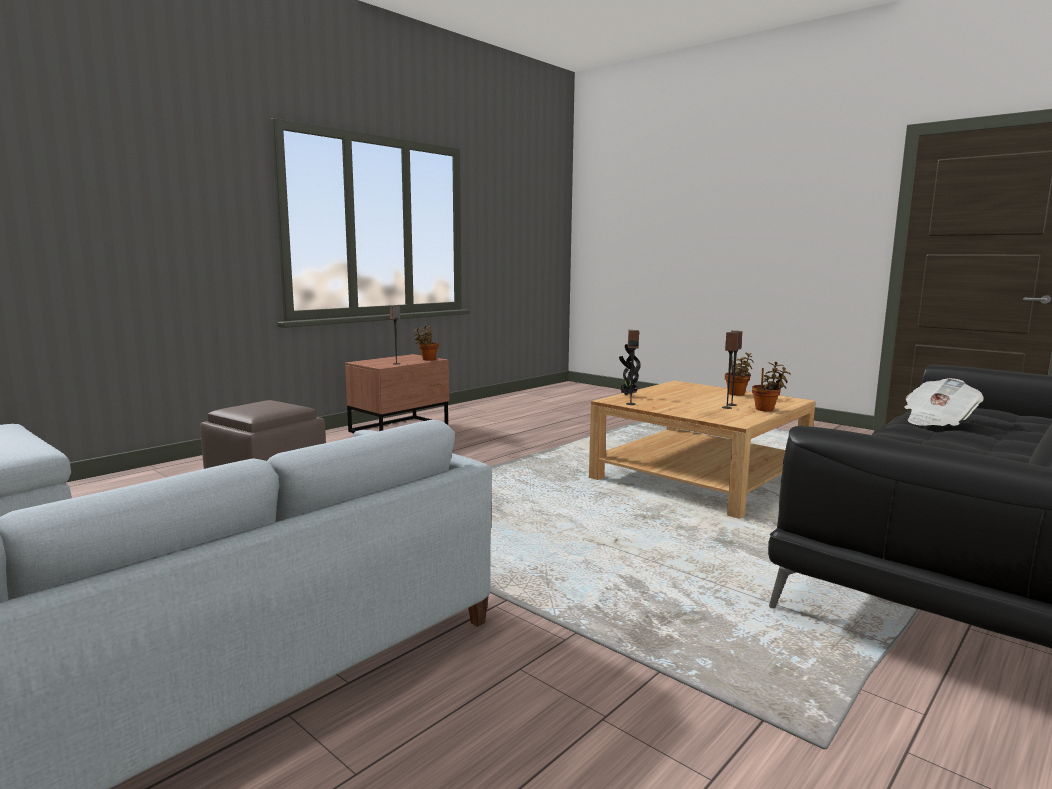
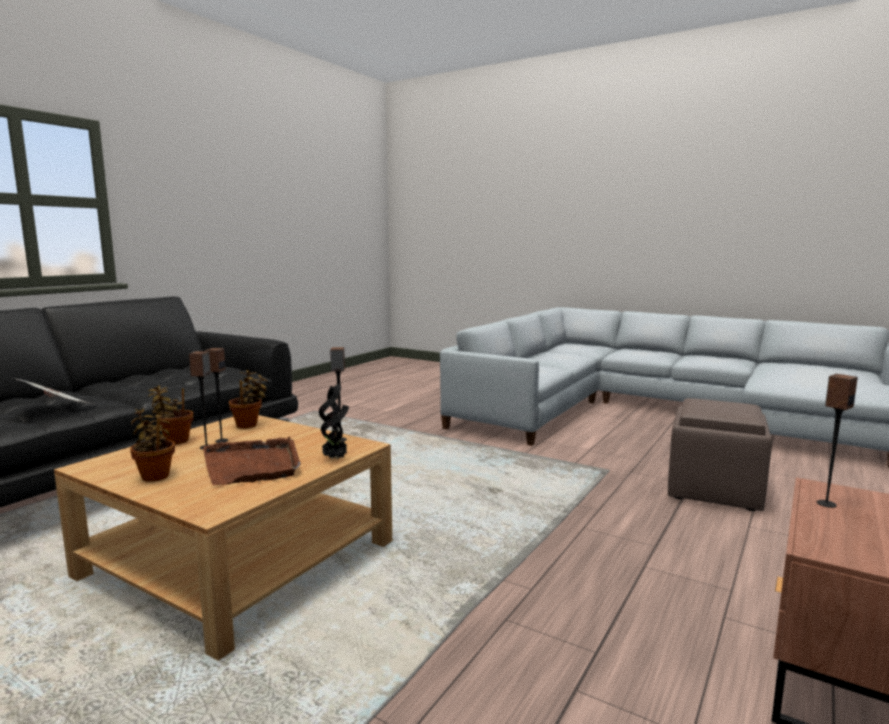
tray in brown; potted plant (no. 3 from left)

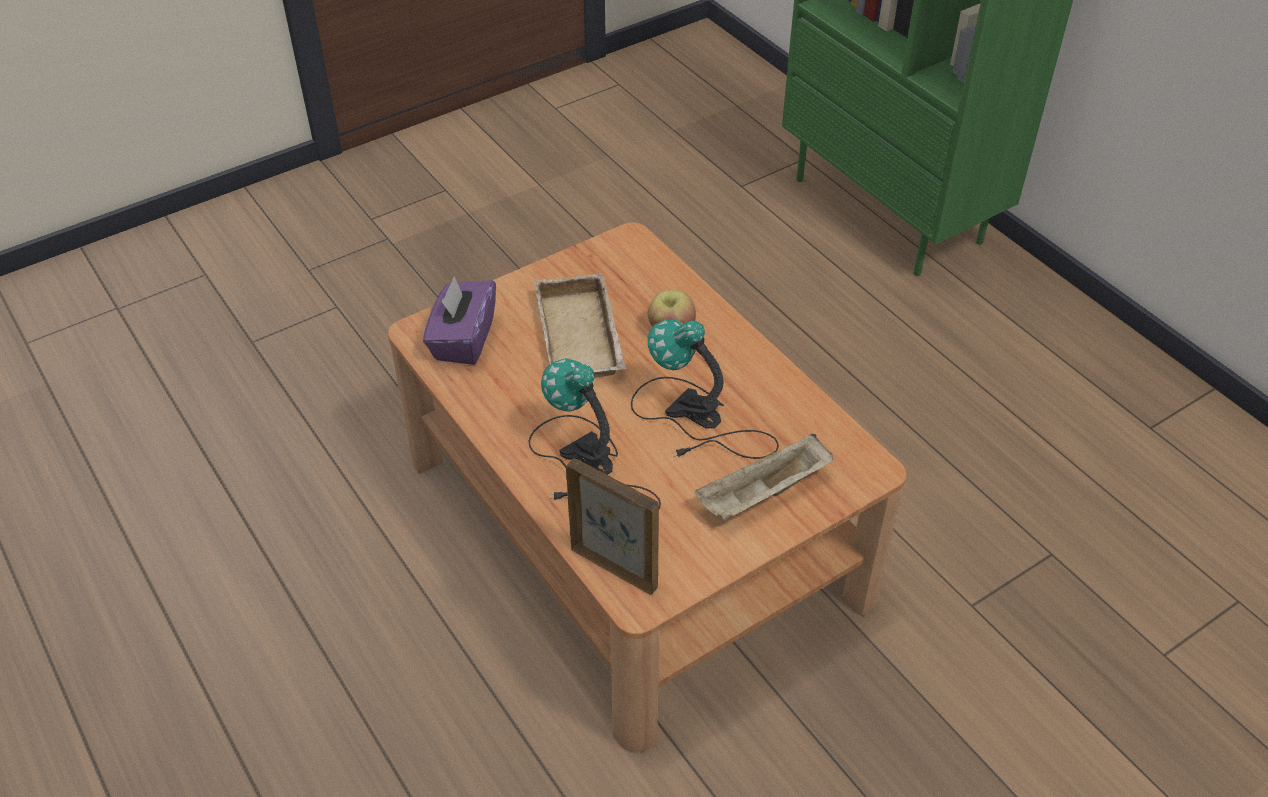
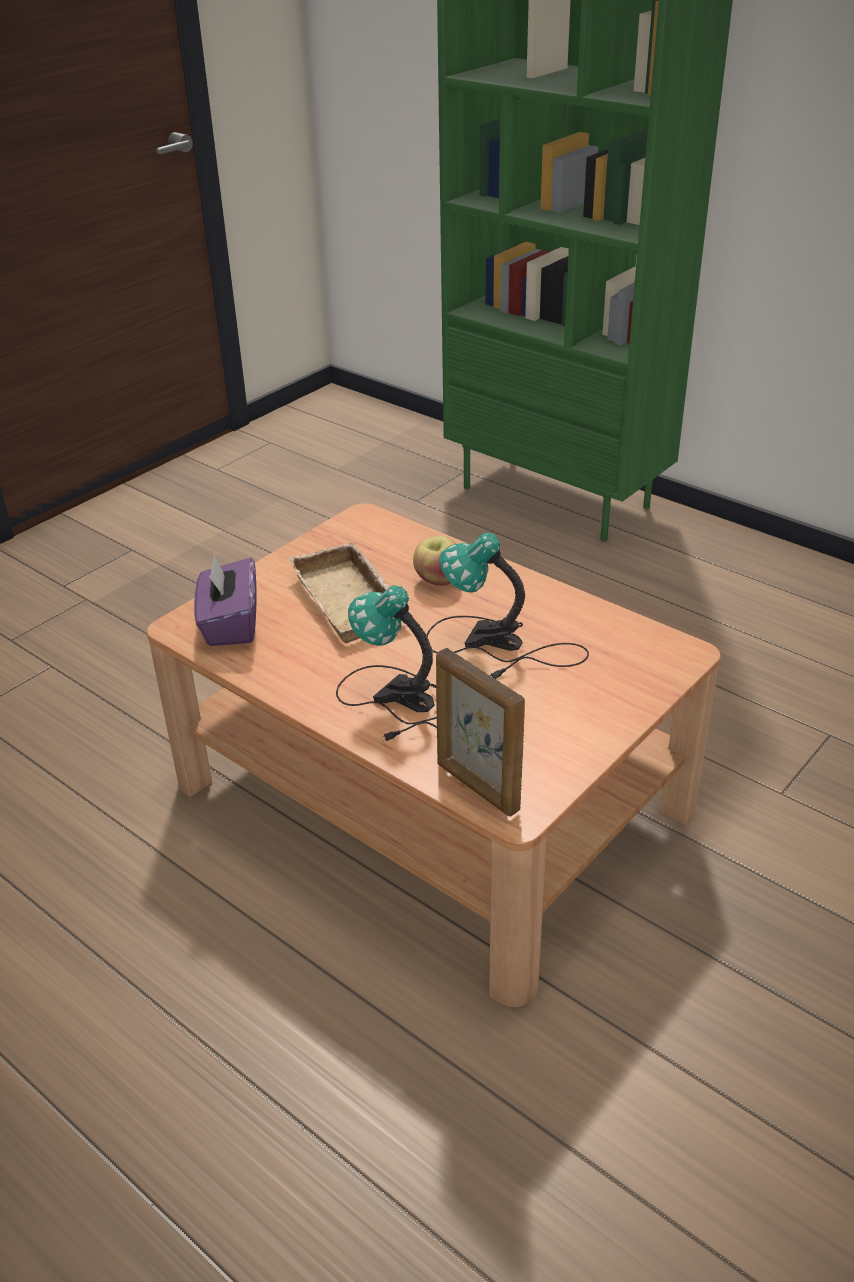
tray in beige (no. 2 from left in the first image); picture frame

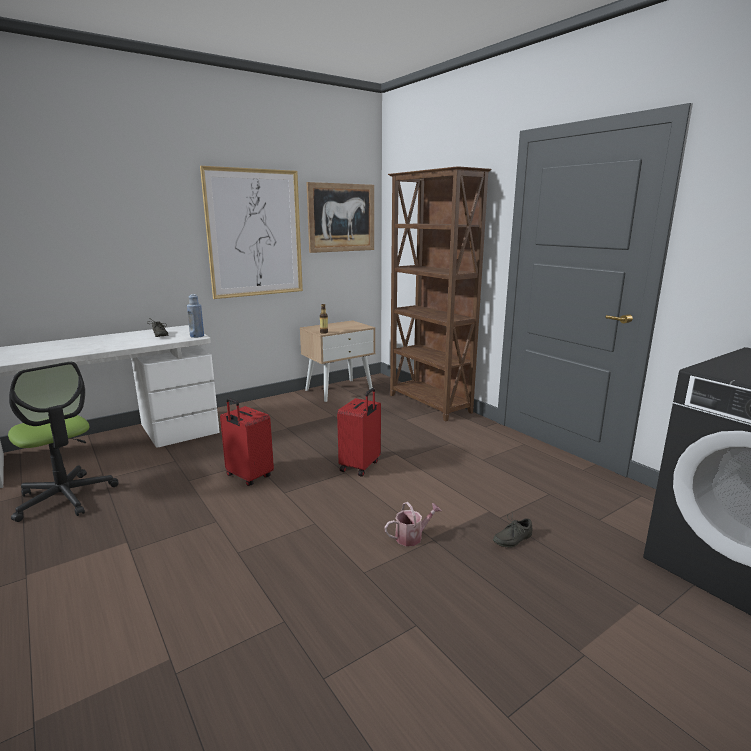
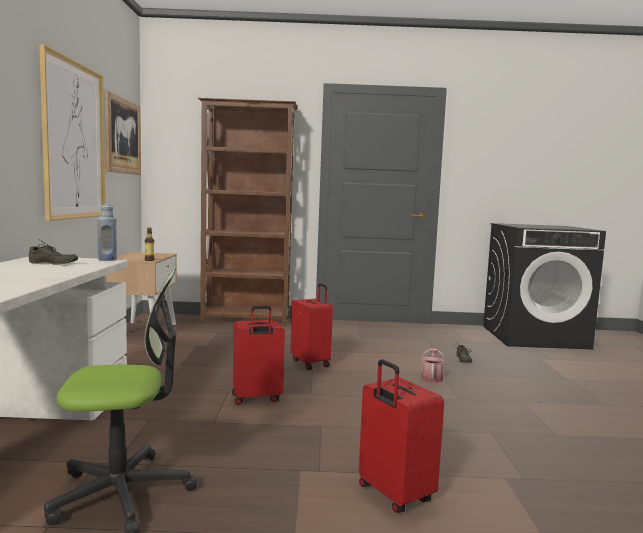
suitcase in red (no. 3 from left)

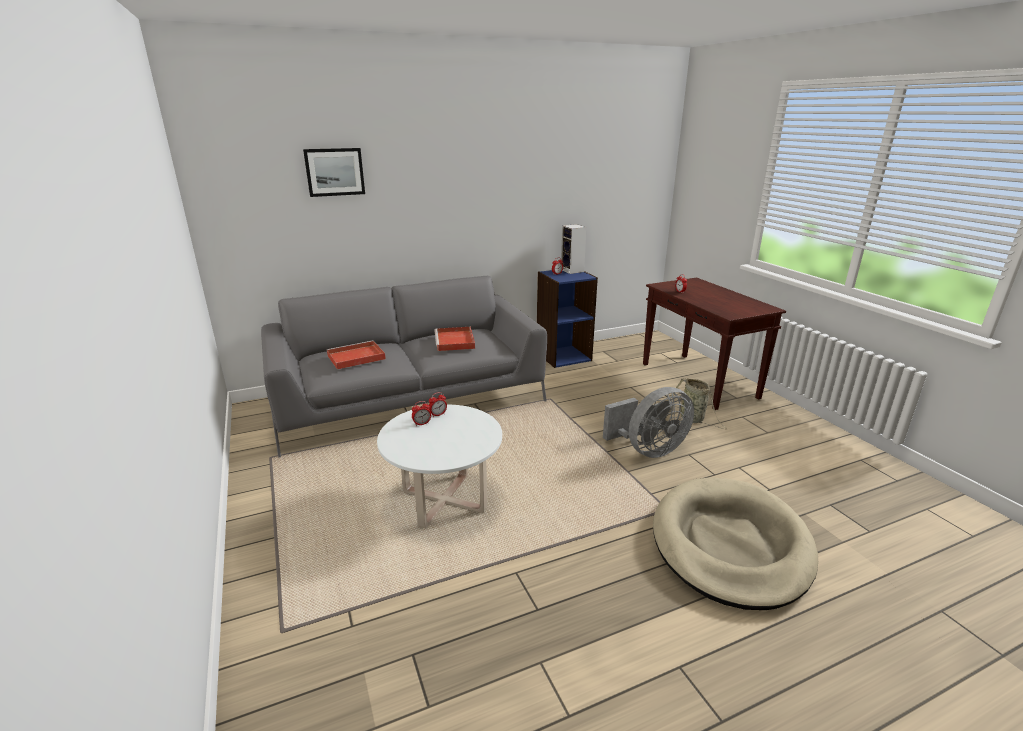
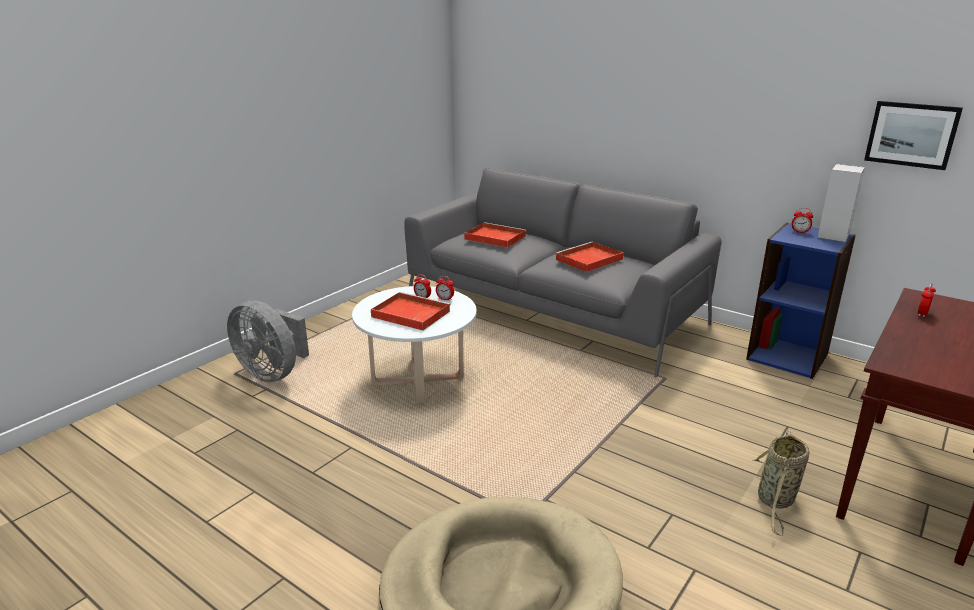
tray in red (no. 1 from left); picture; fan in grey

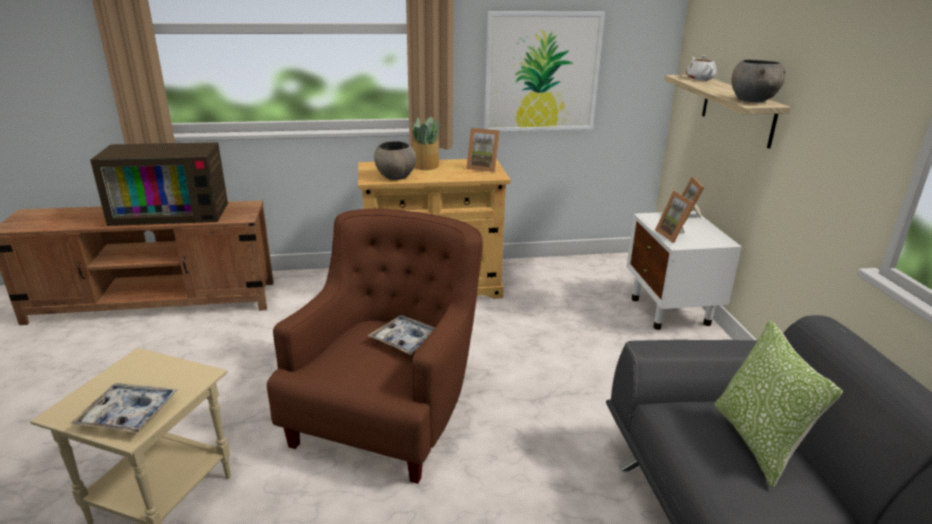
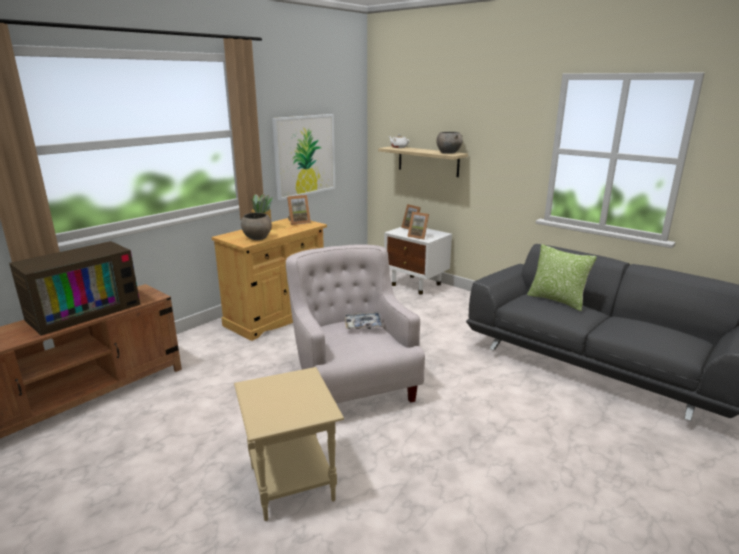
tray (no. 1 from left in the first image); armchair in white

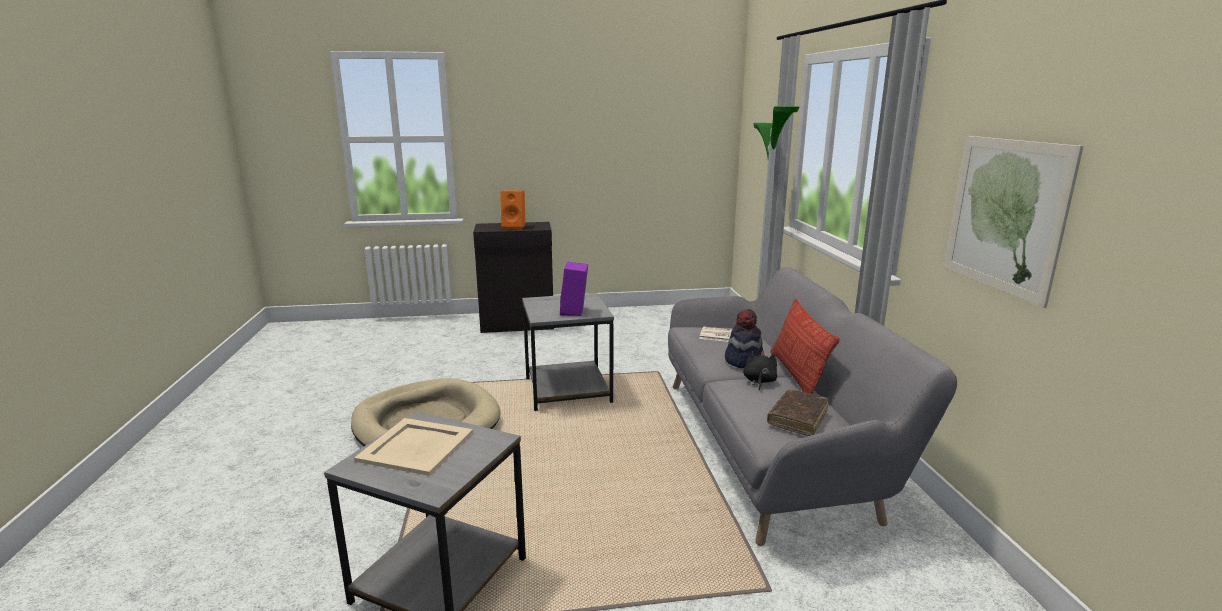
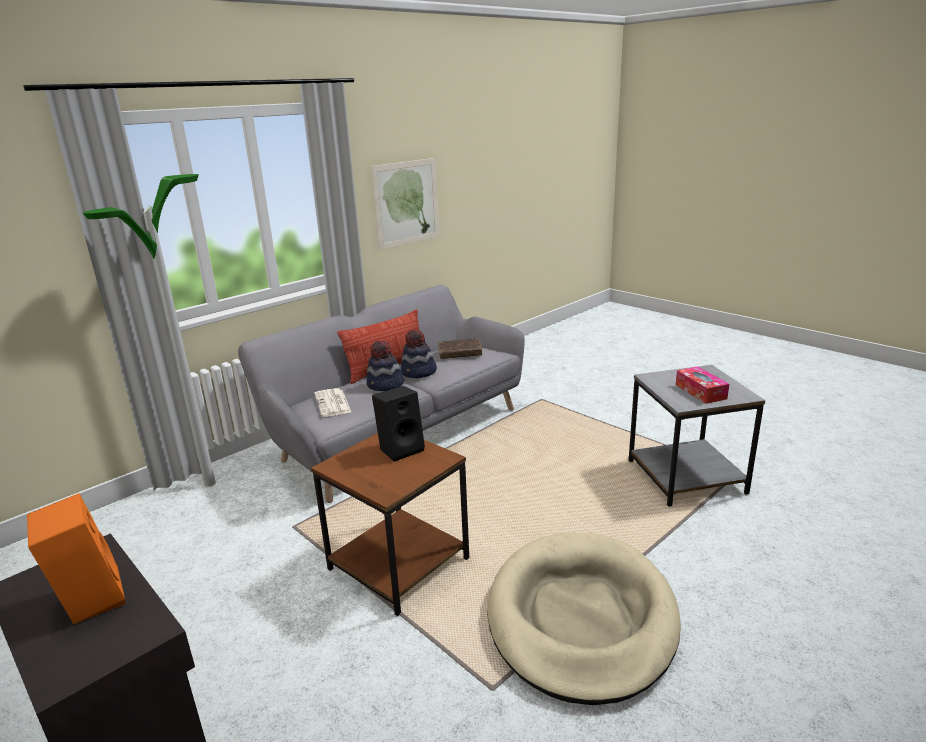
tissue box; hat (no. 2 from left); side table in brown; speaker in black

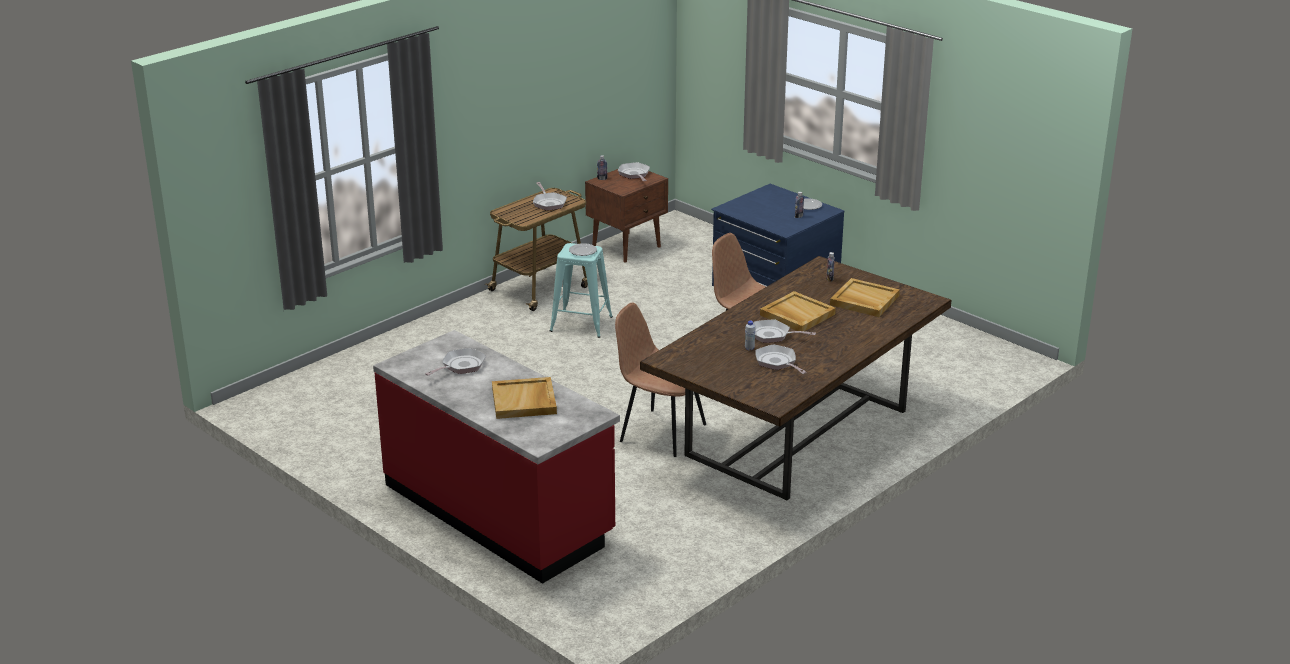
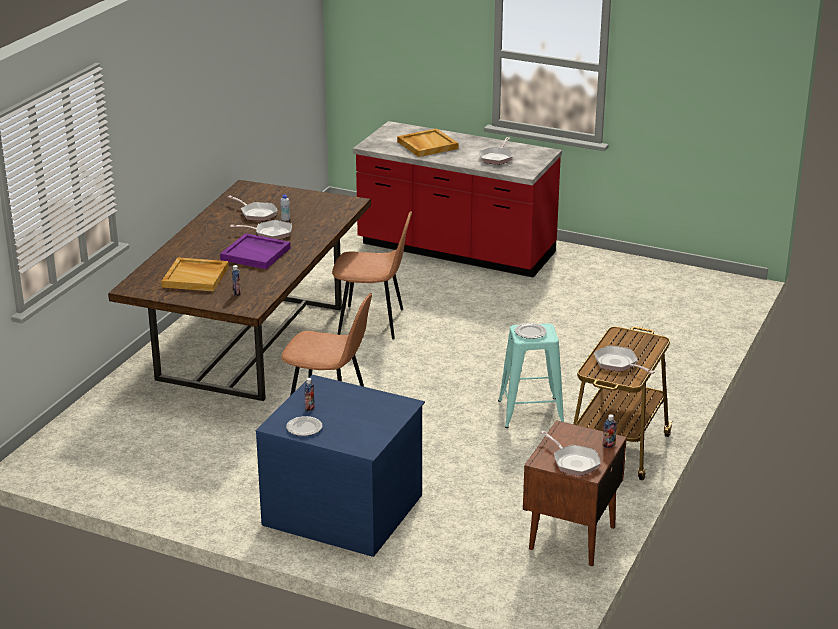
tray in purple

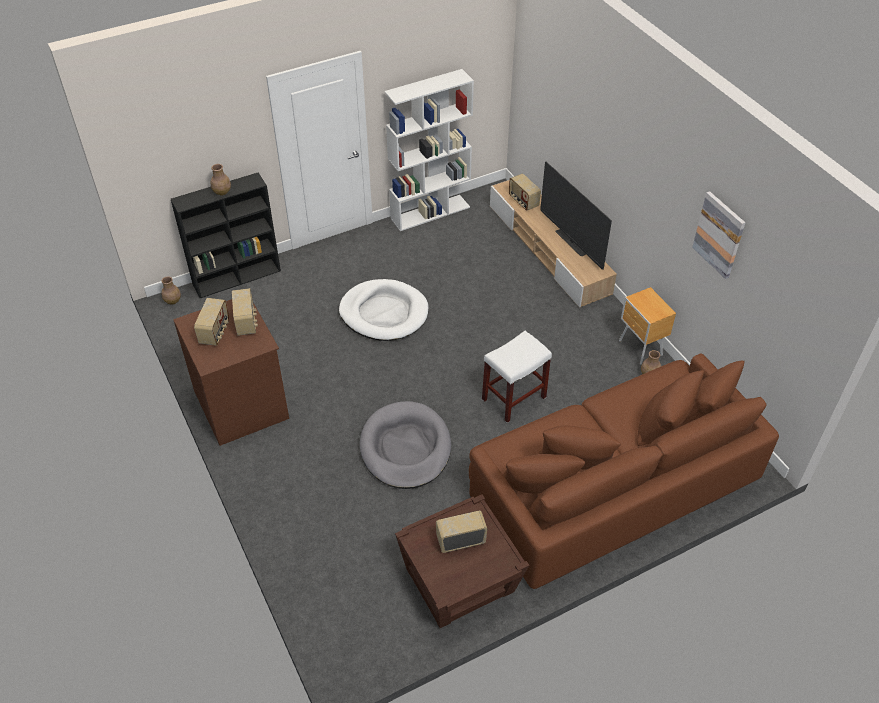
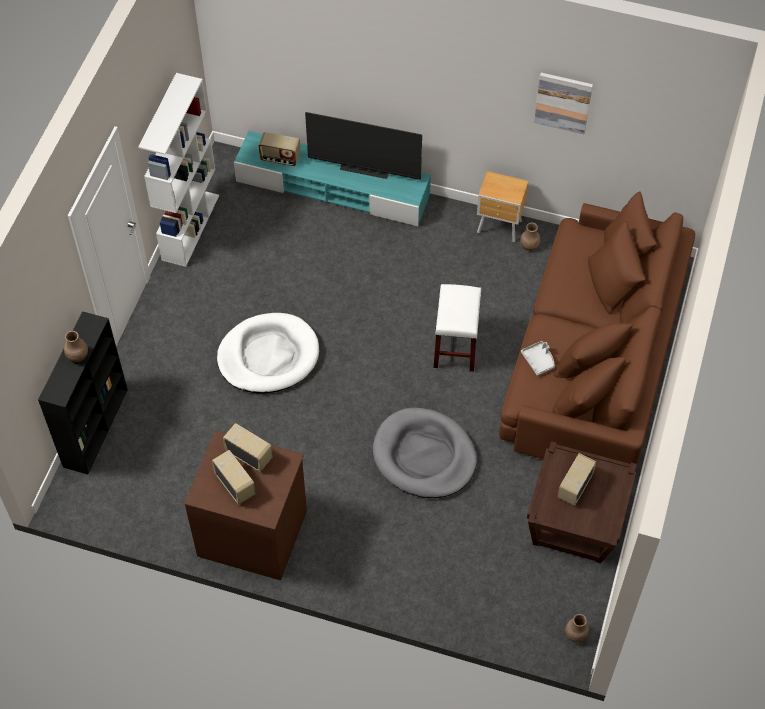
tray in grey; vase in brown (no. 3 from left); tv stand in turquoise

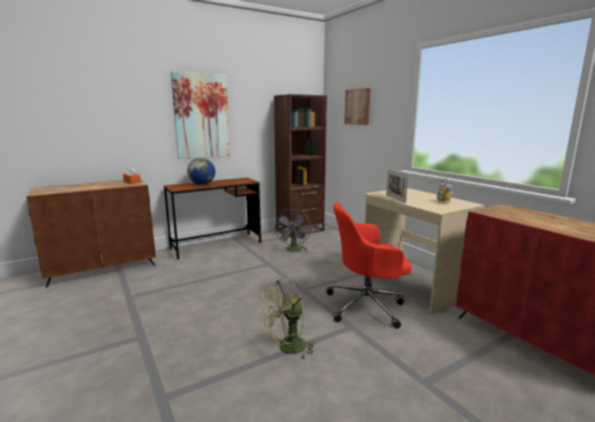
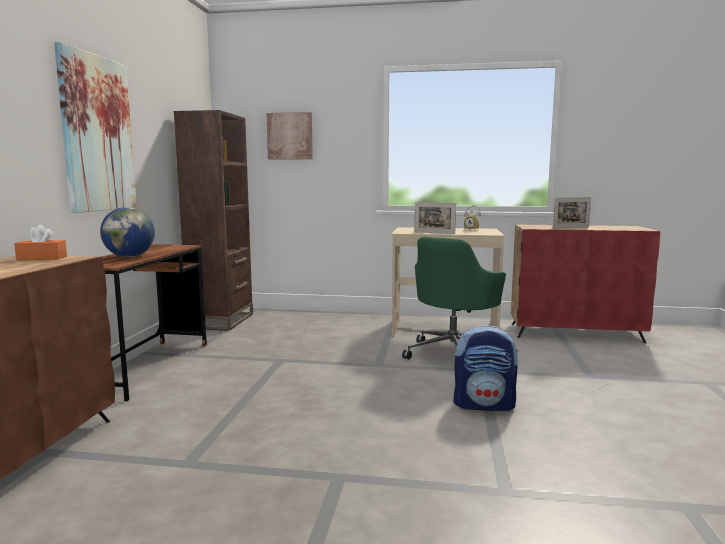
fan in grey; picture frame (no. 2 from left); backpack; office chair in green

